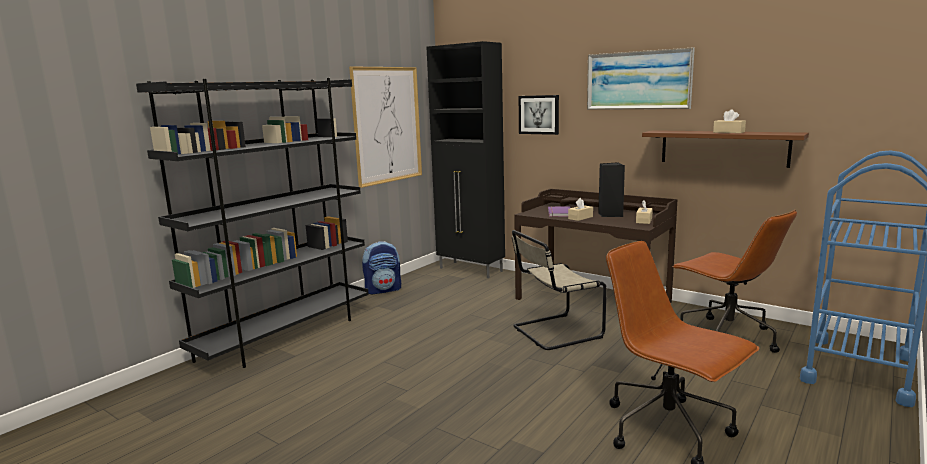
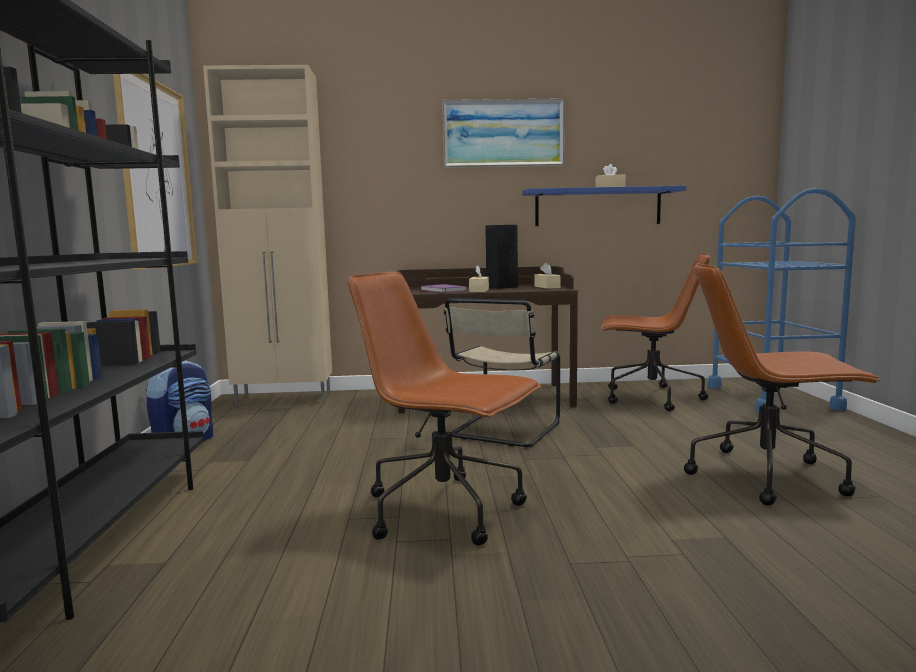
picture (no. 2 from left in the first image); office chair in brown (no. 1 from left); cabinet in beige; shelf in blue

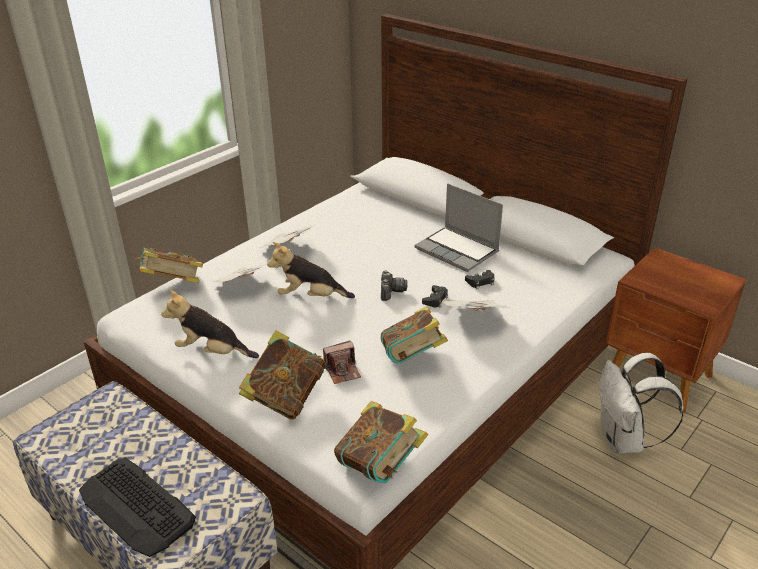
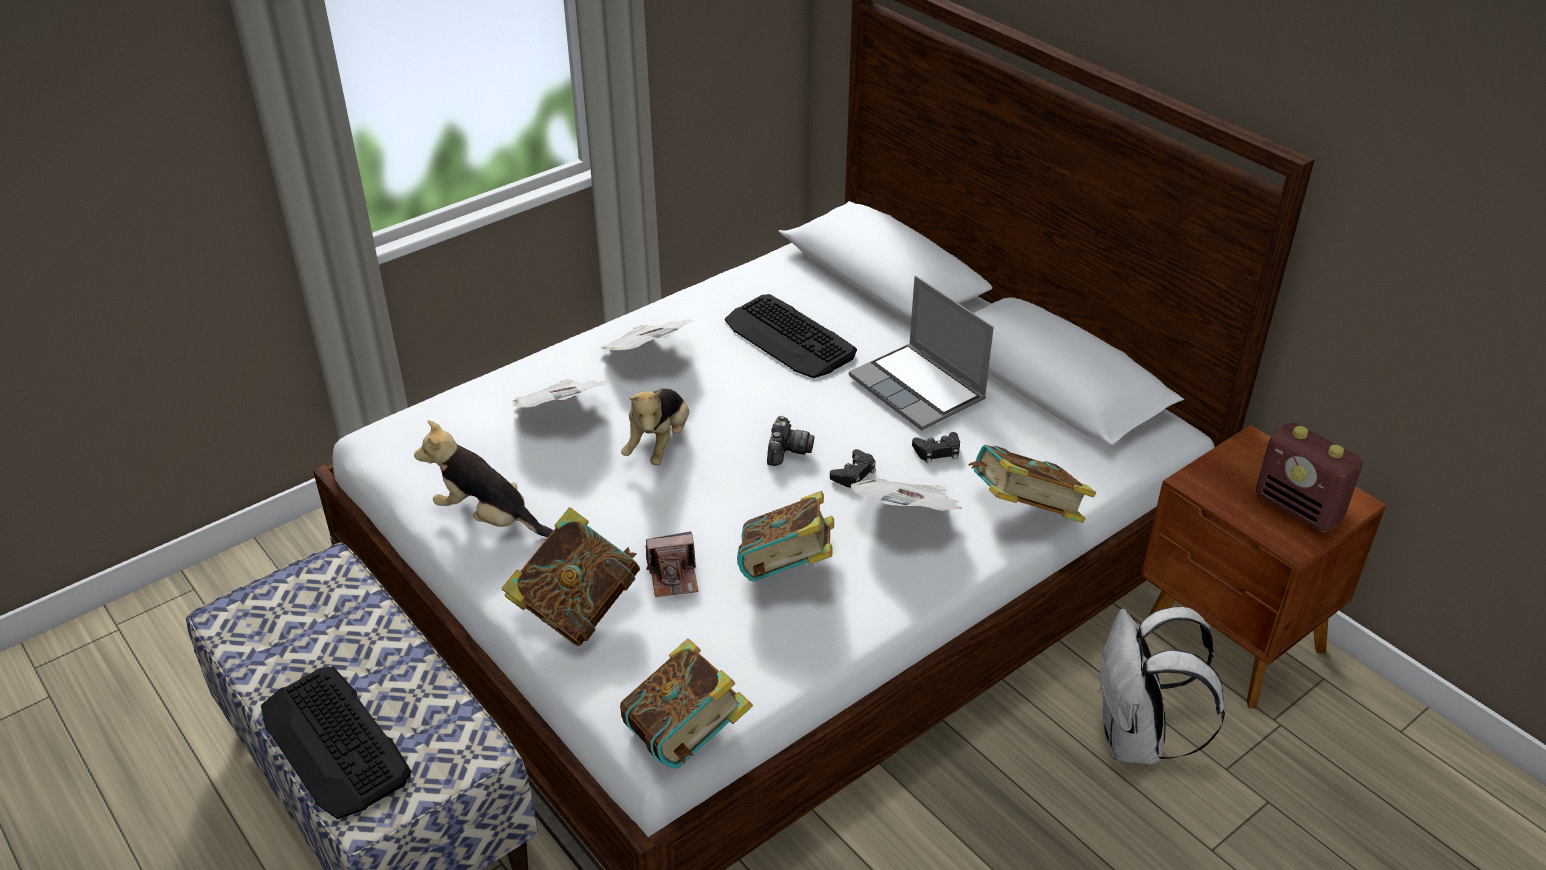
keyboard (no. 2 from left); radio; book (no. 4 from left); plush toy (no. 2 from left)

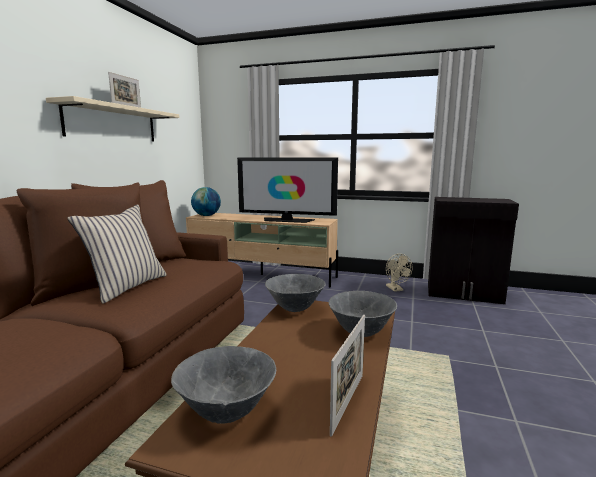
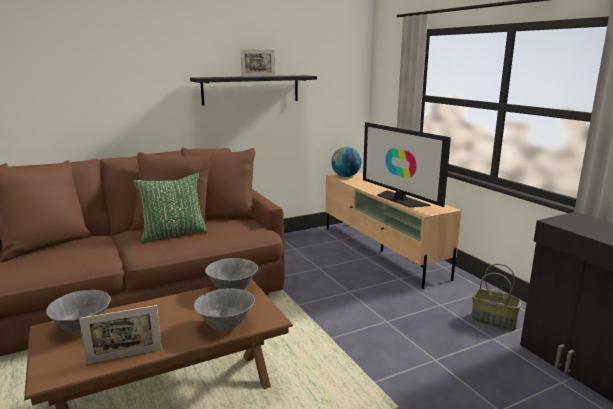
basket; shelf in black; pillow in green

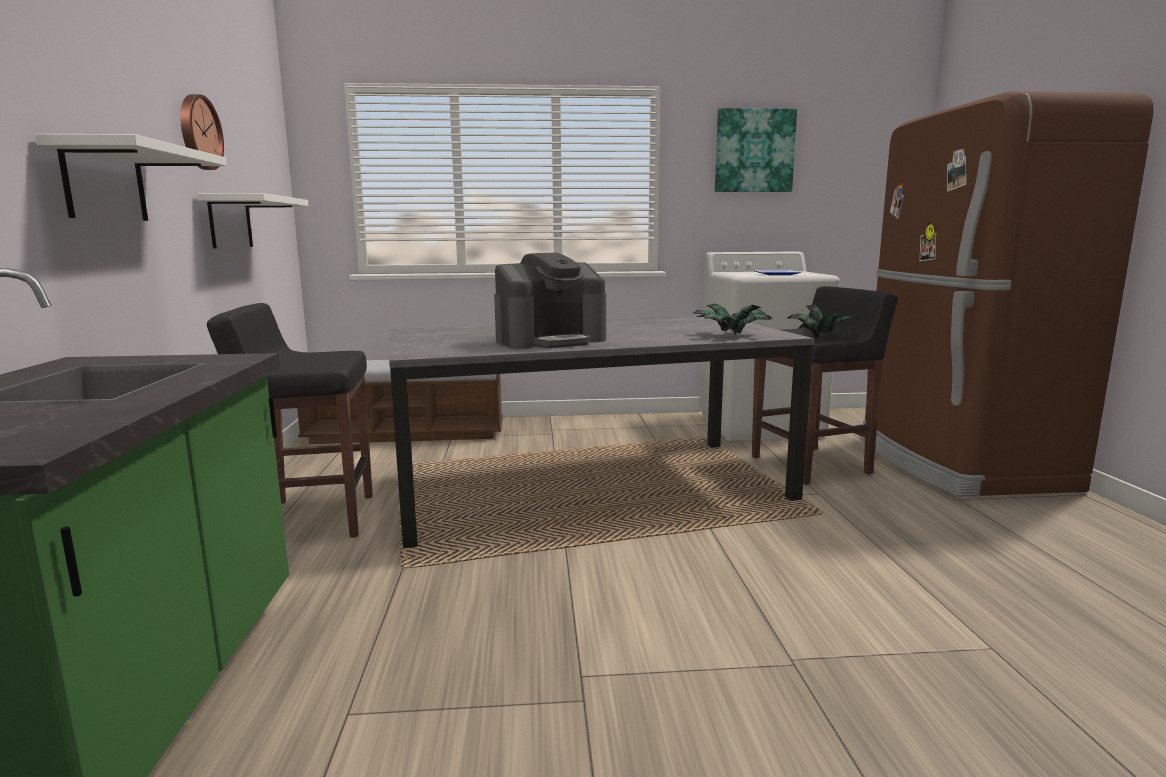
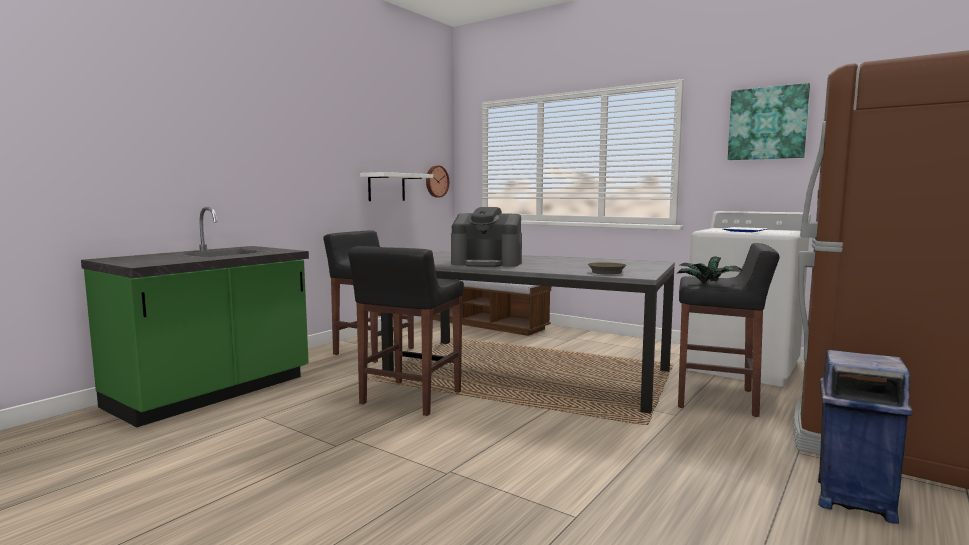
shelf in white (no. 1 from left in the first image); stool in black (no. 2 from left); trash can in blue; wall clock; frying pan in brown

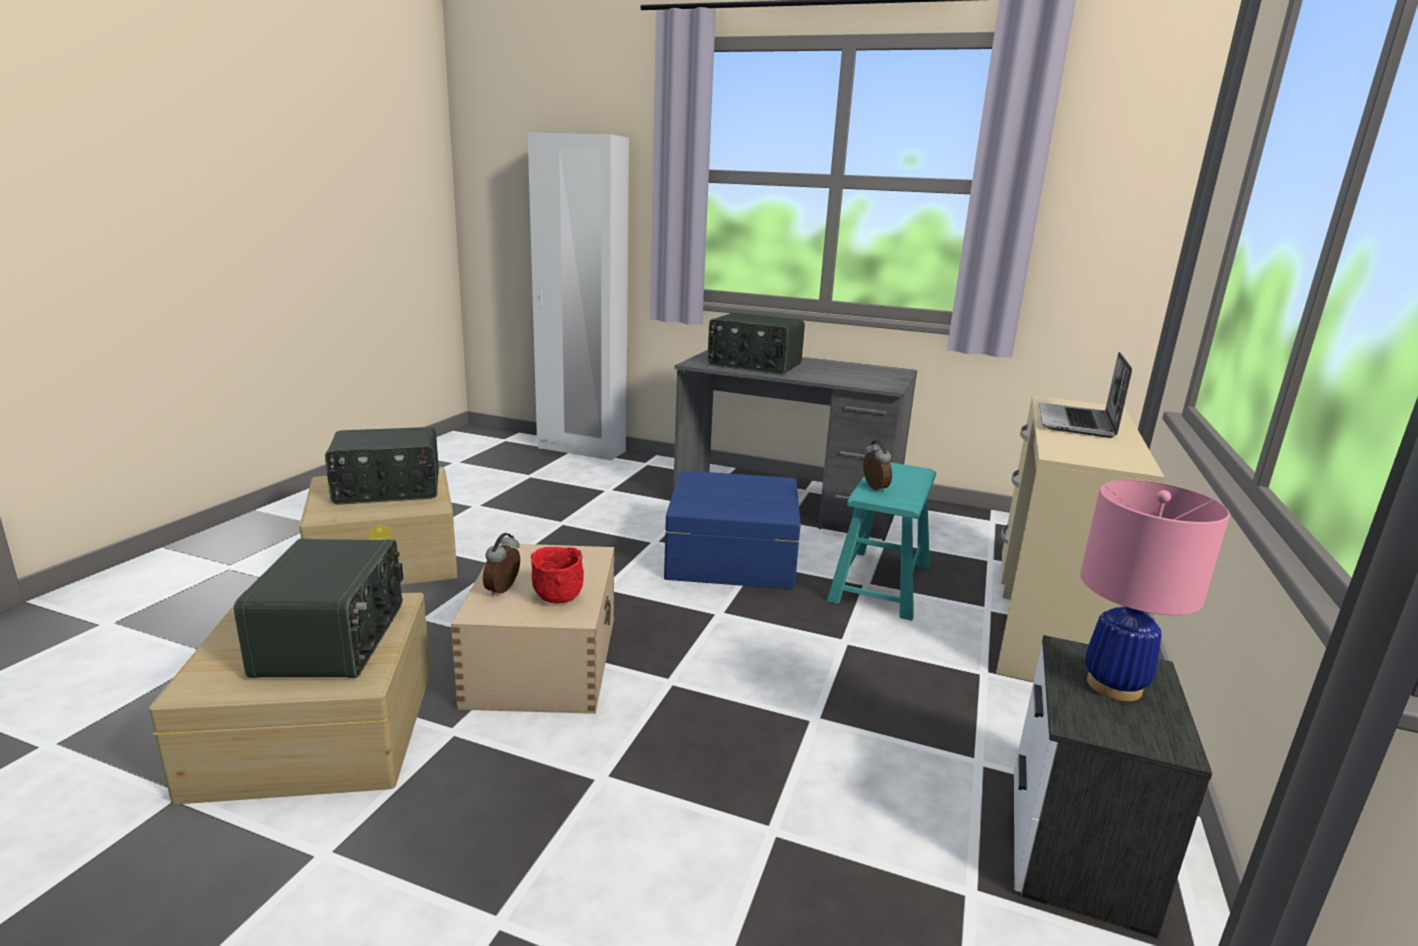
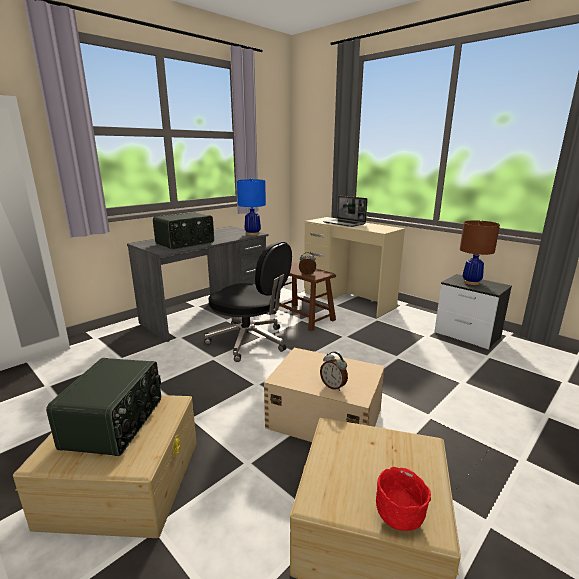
radio (no. 1 from left in the first image); table lamp in blue; bowl in red; office chair in black; stool in brown; table lamp in brown

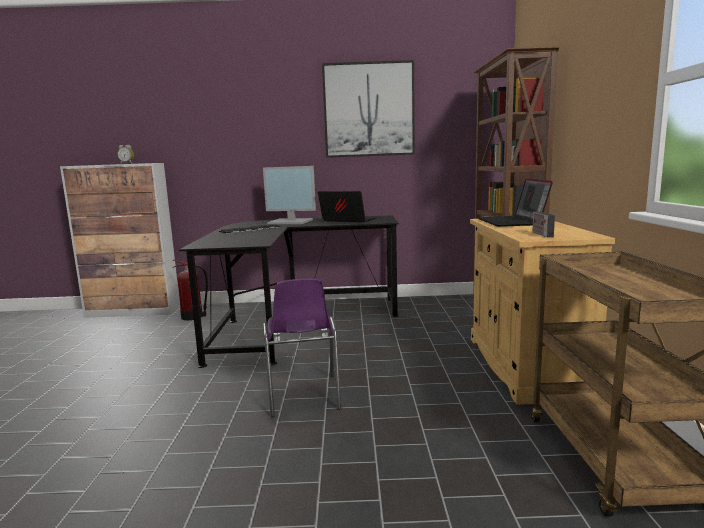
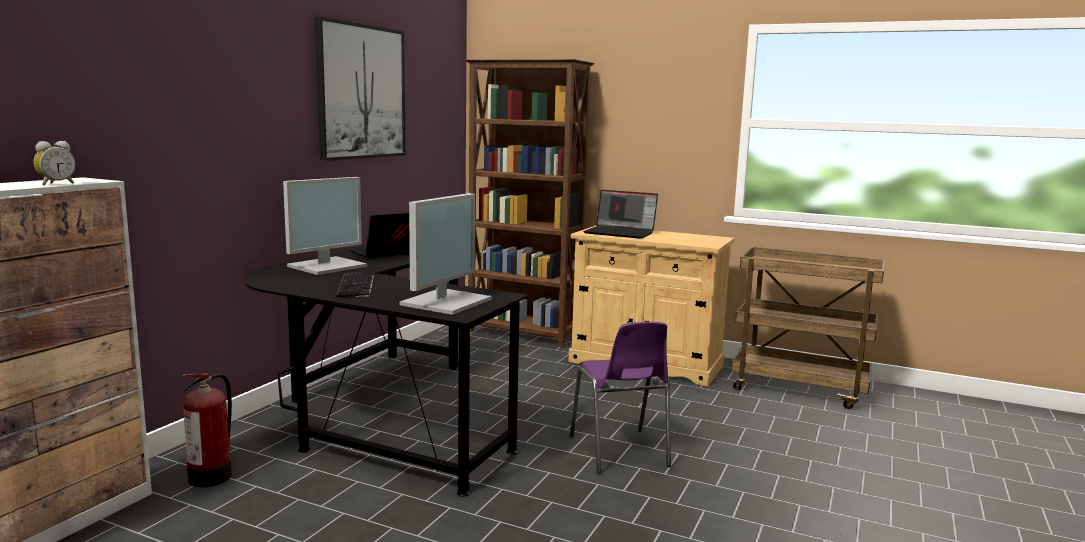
radio; monitor (no. 2 from left); chair in purple

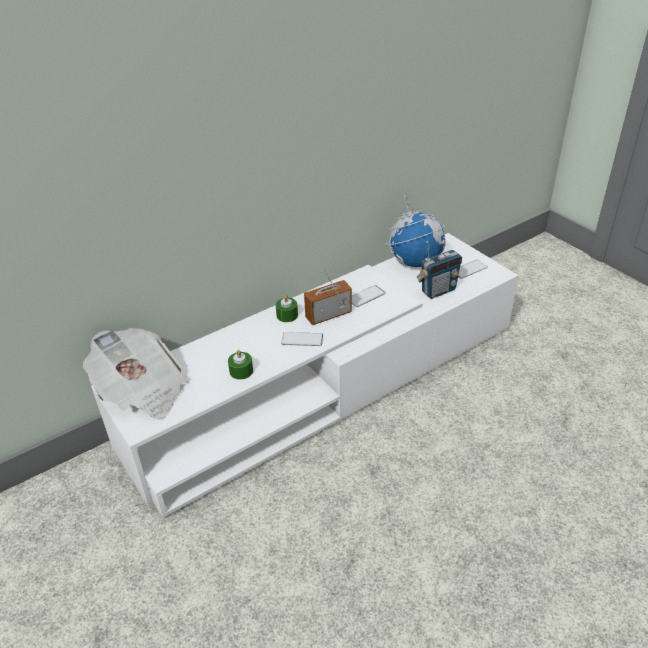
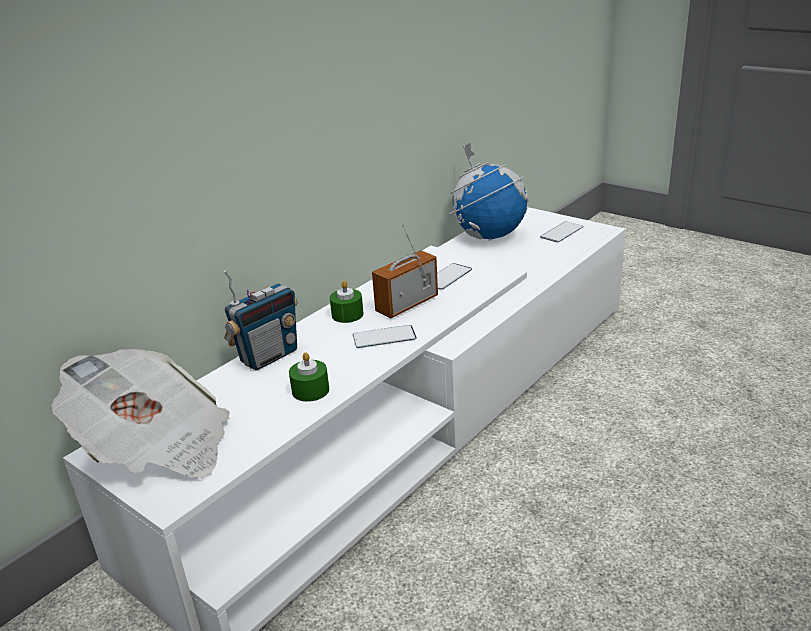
radio (no. 1 from left)

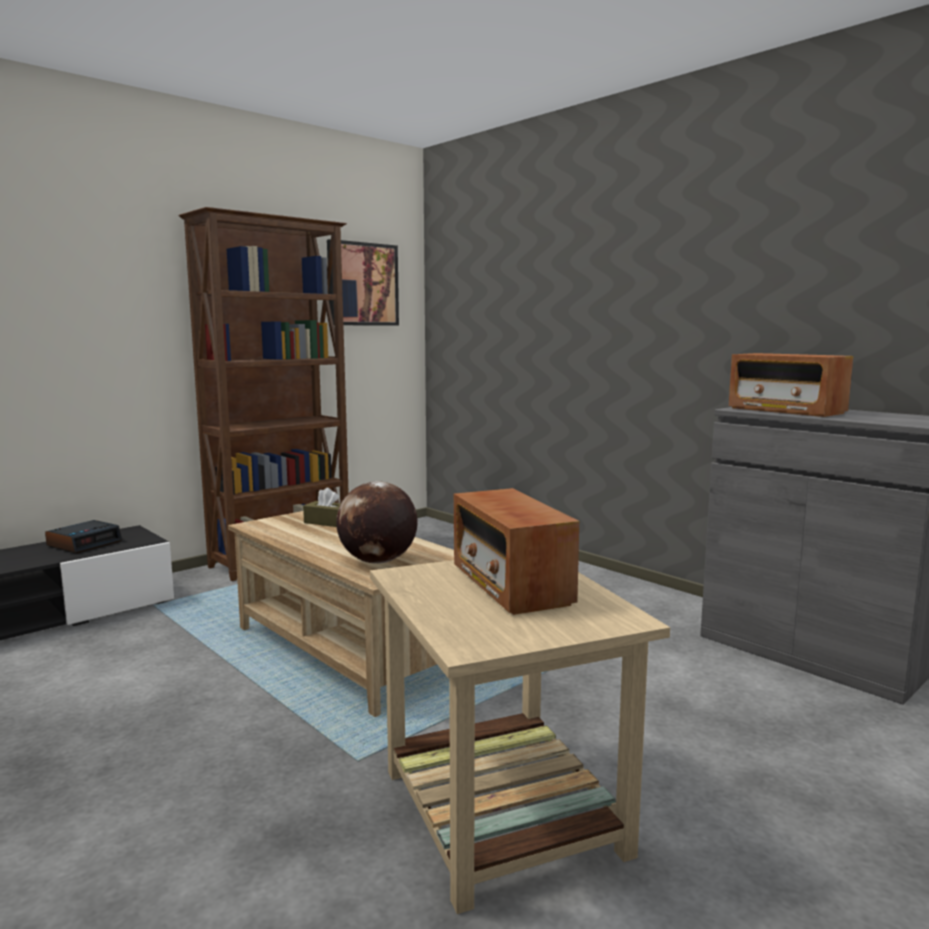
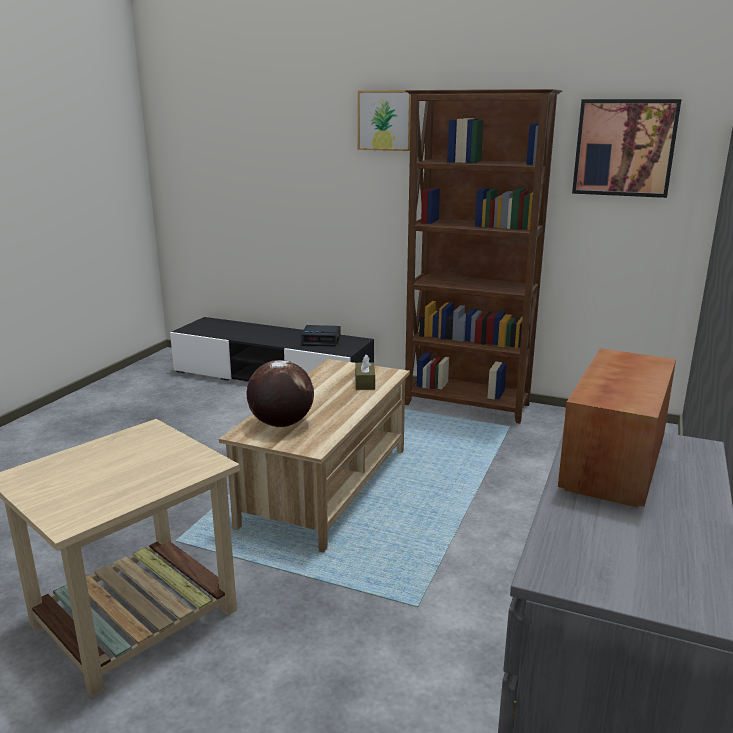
radio (no. 1 from left in the first image); picture (no. 1 from left)

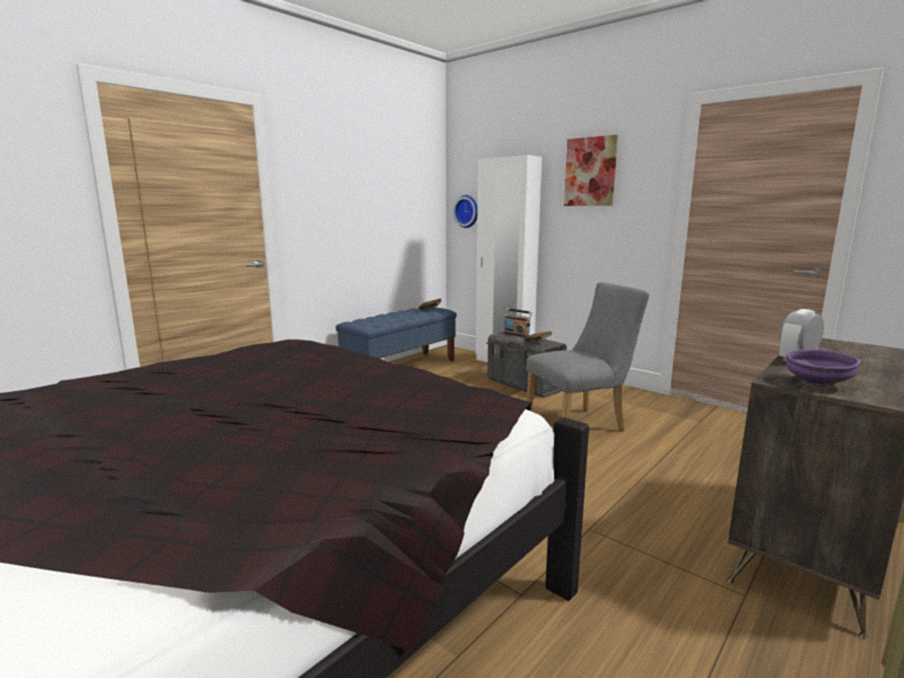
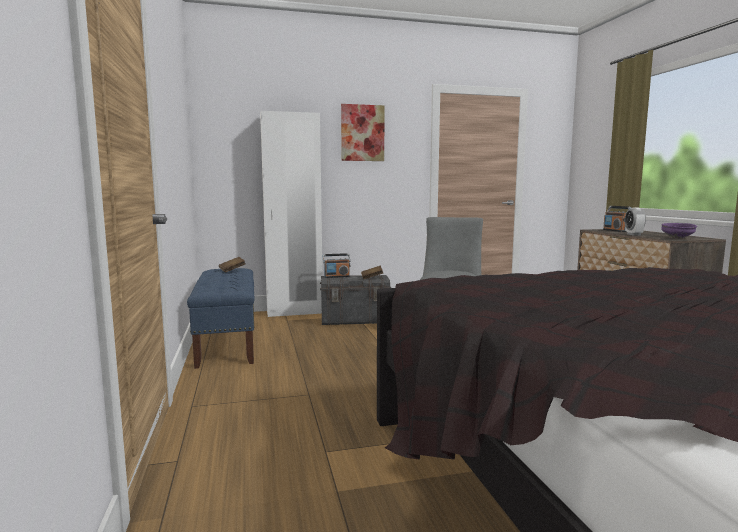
wall clock; radio (no. 2 from left)

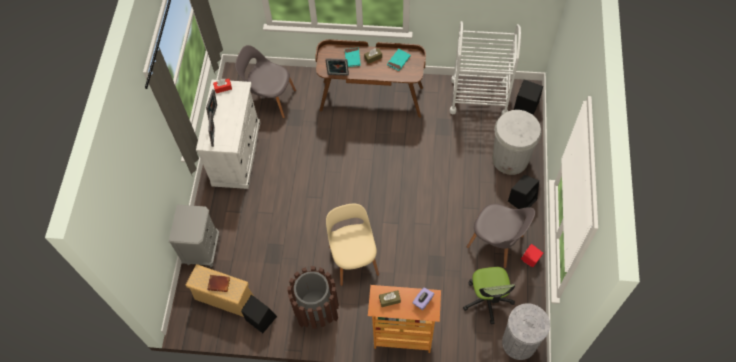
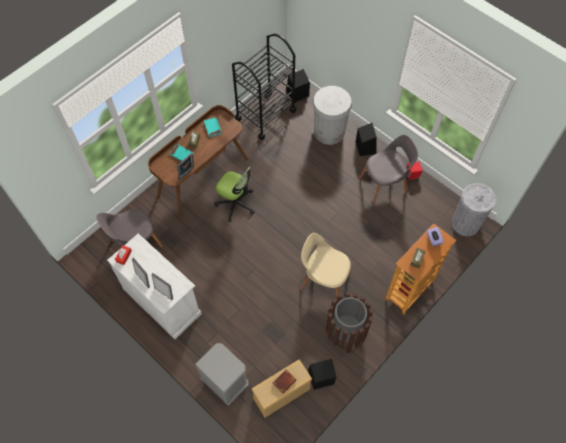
office chair; cart in black

